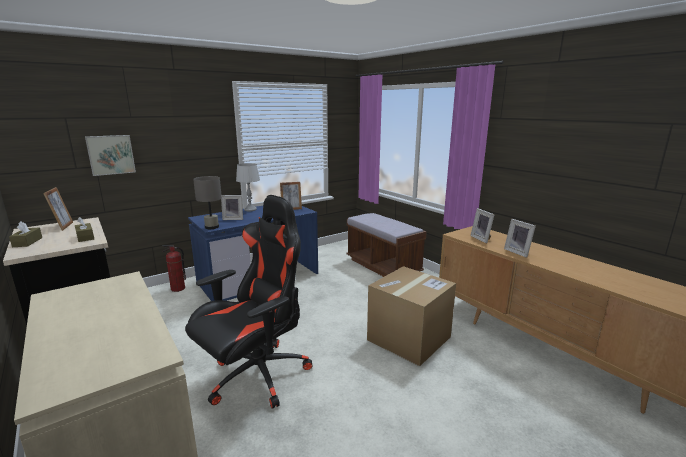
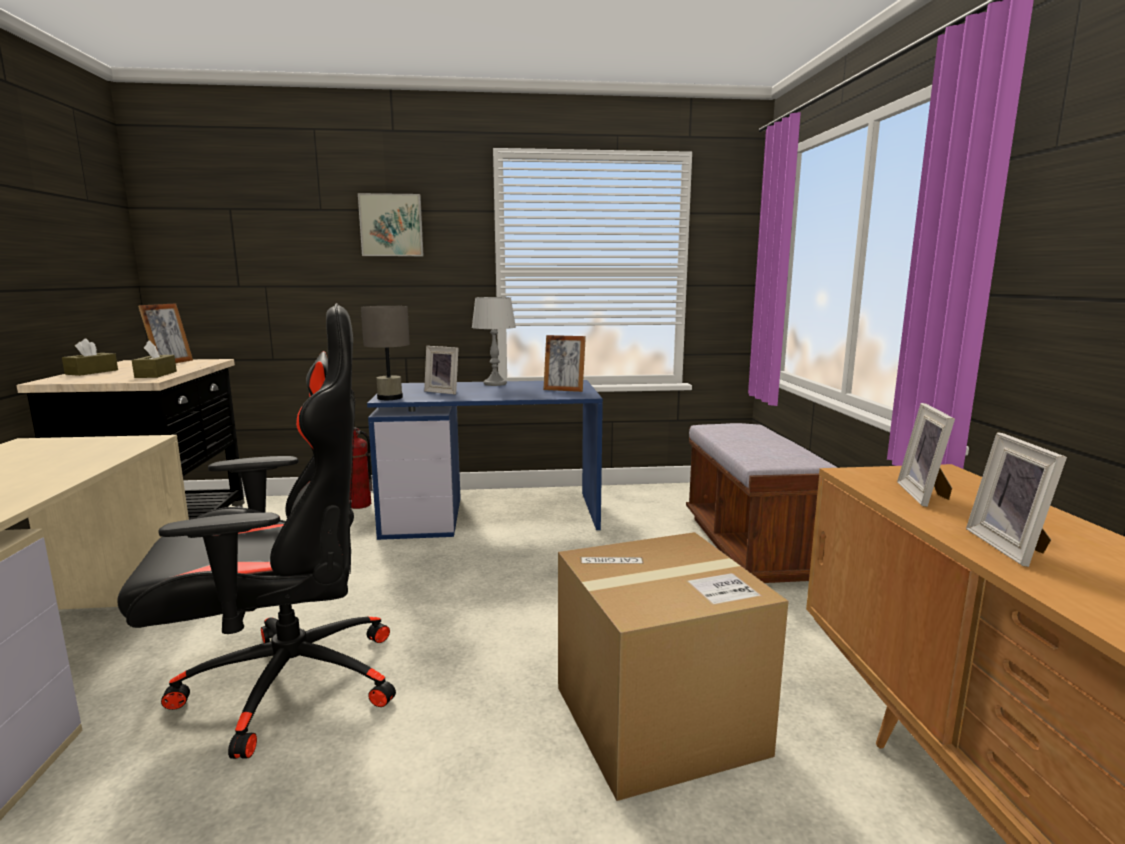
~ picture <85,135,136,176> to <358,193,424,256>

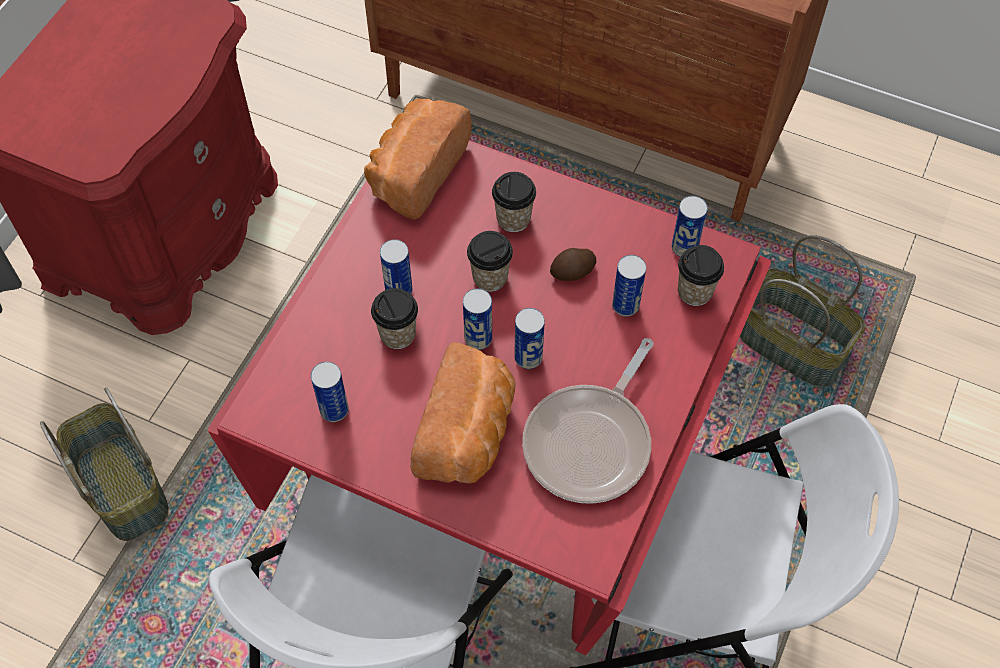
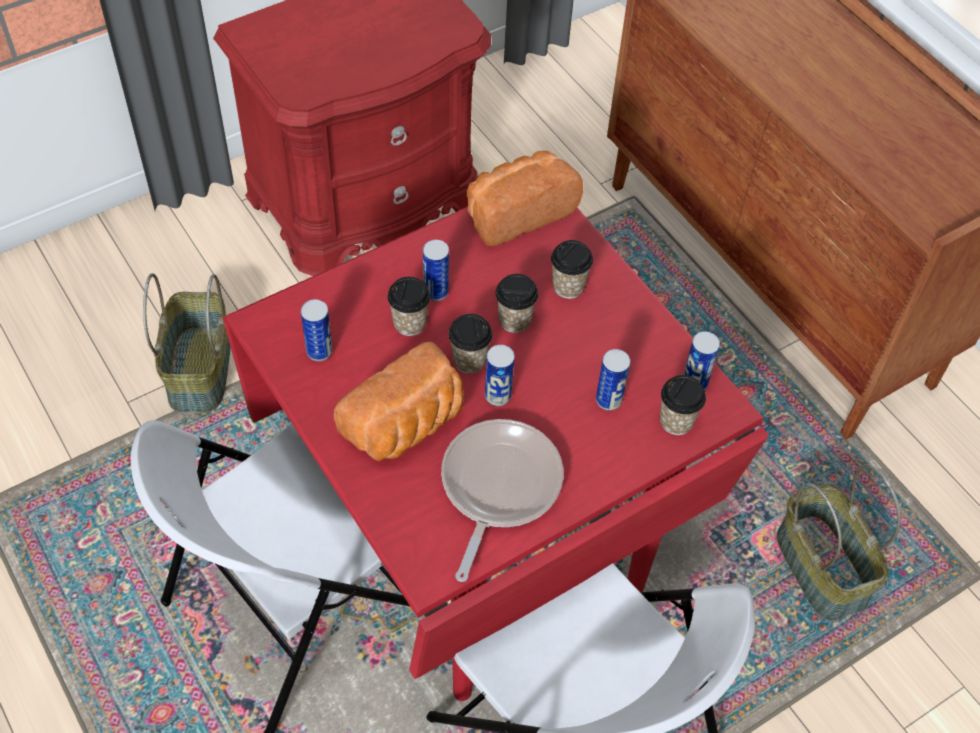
- potato <550,248,596,281>
~ can <463,288,492,350> to cup <448,314,492,373>
~ frying pan <522,338,654,504> = <441,419,563,582> 135 degrees clockwise

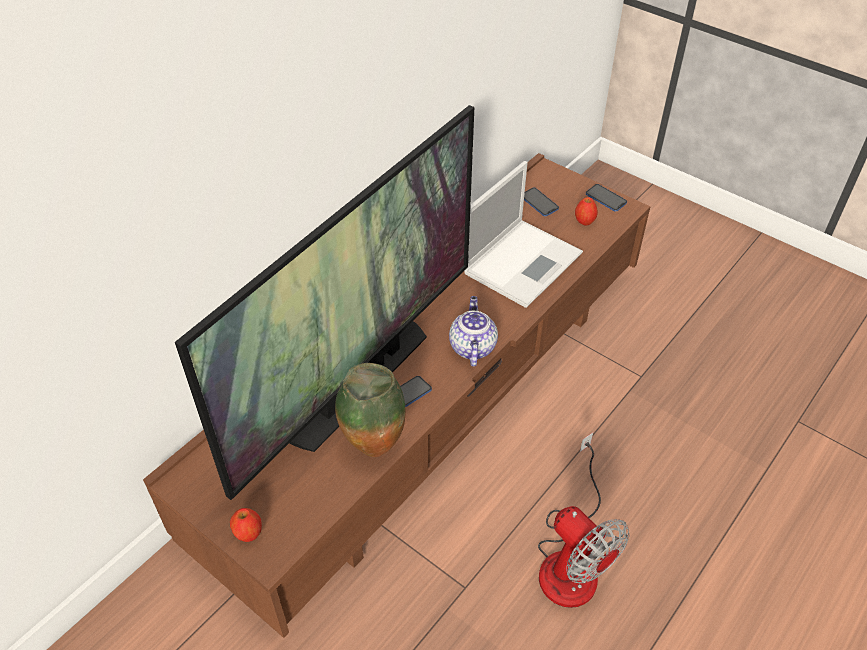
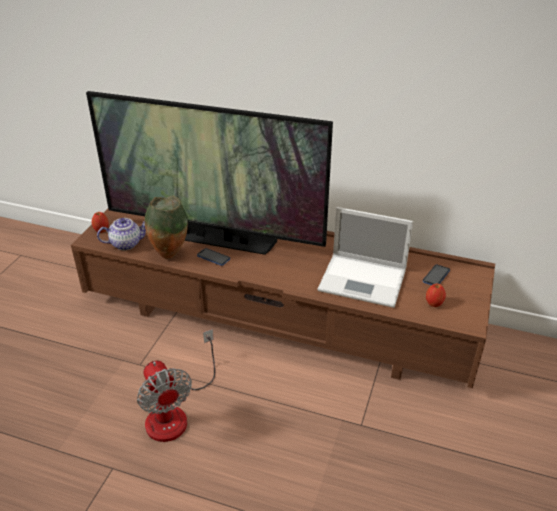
- phone <586,184,627,211>
~ teapot <449,296,498,367> to <97,218,146,250>
~ fan <538,432,629,608> = <137,329,215,442> 60 degrees counterclockwise

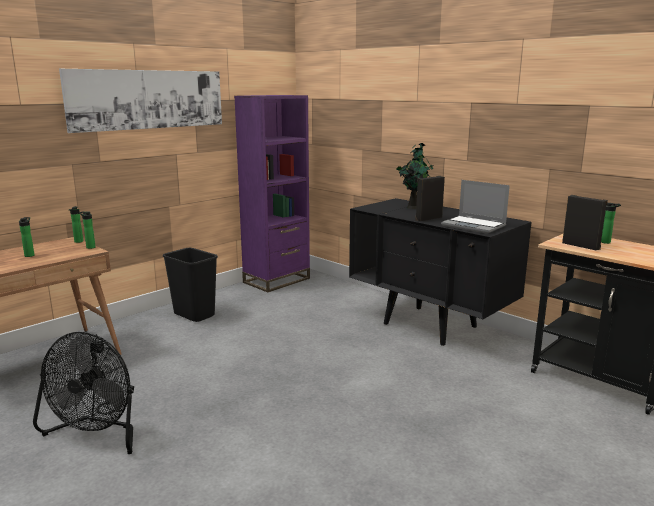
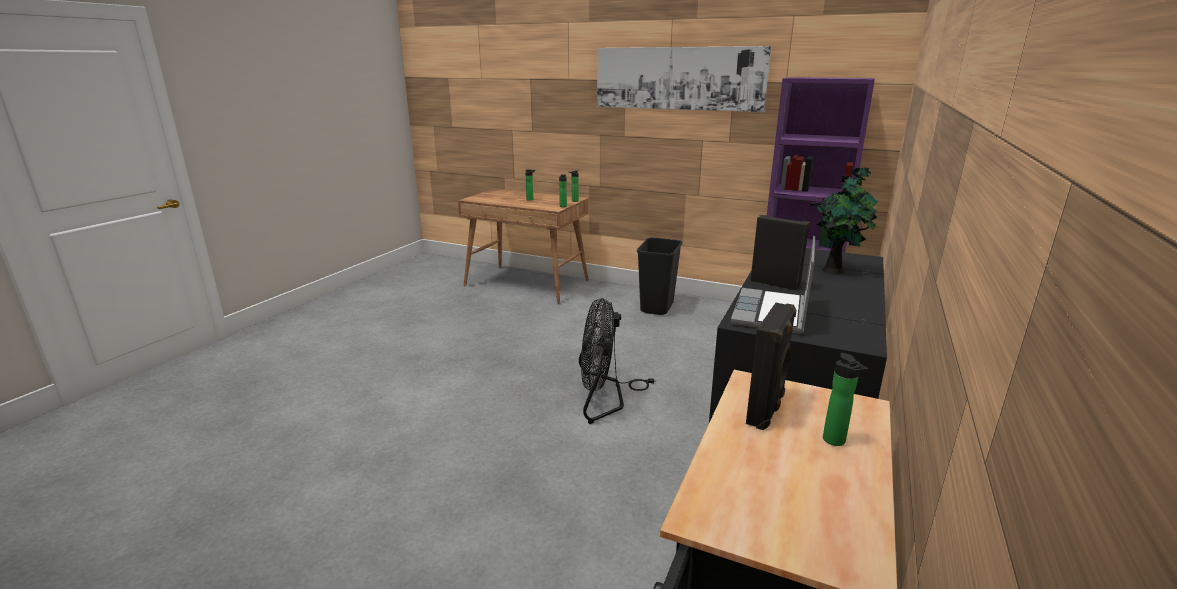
~ fan/black <33,332,134,454> to <579,298,656,424>

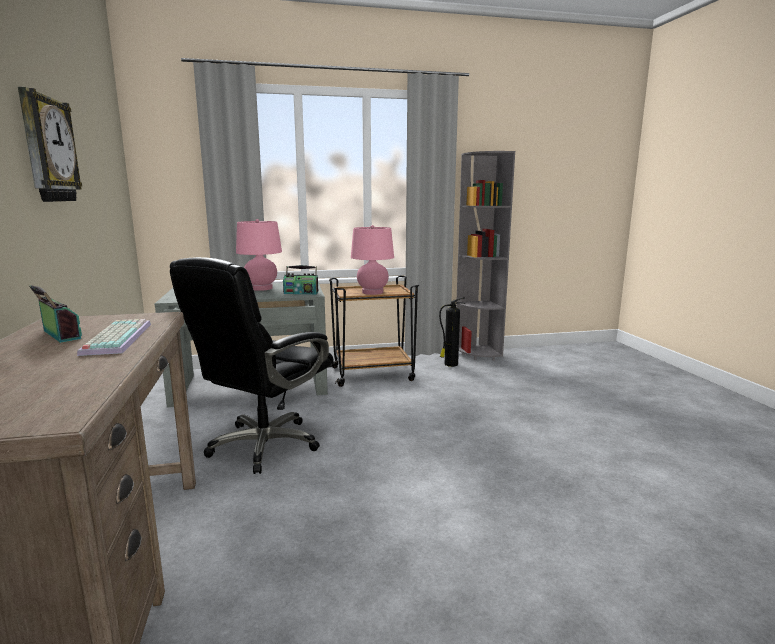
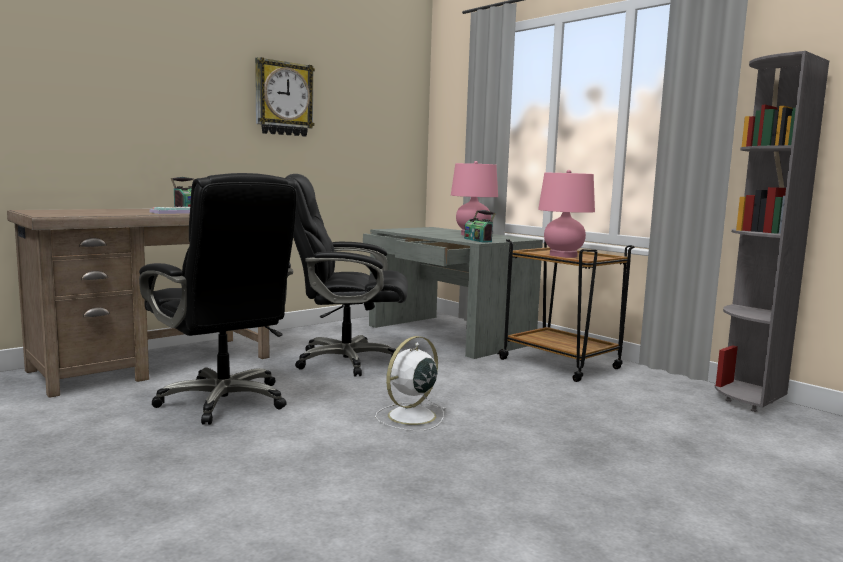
- fire extinguisher <439,297,465,367>
+ office chair/black <139,173,297,425>
+ fan/white <375,336,447,431>

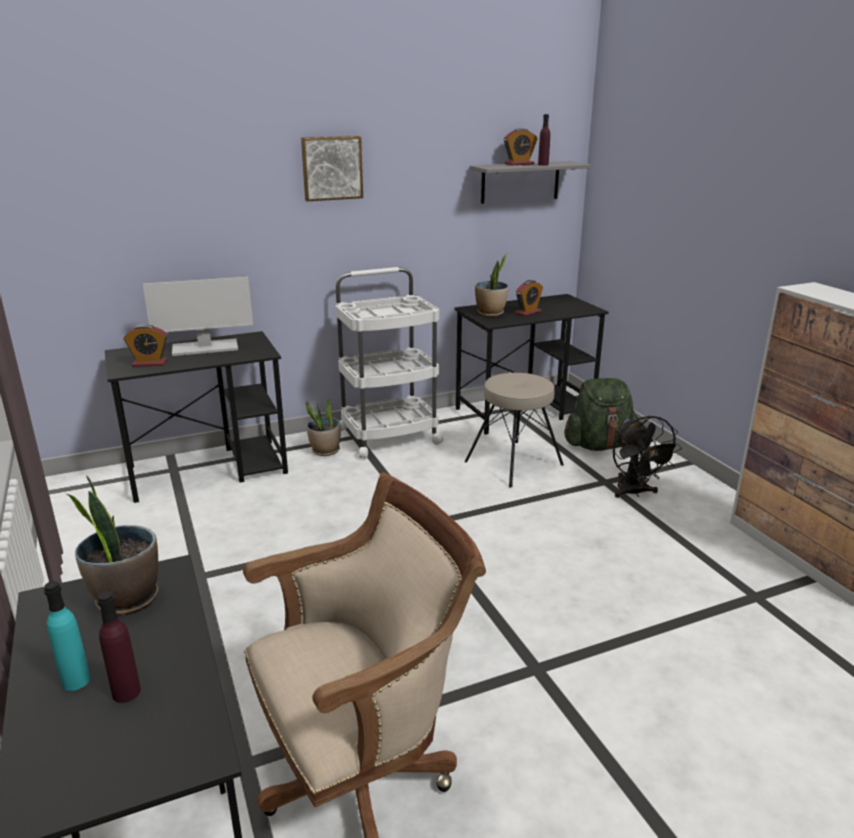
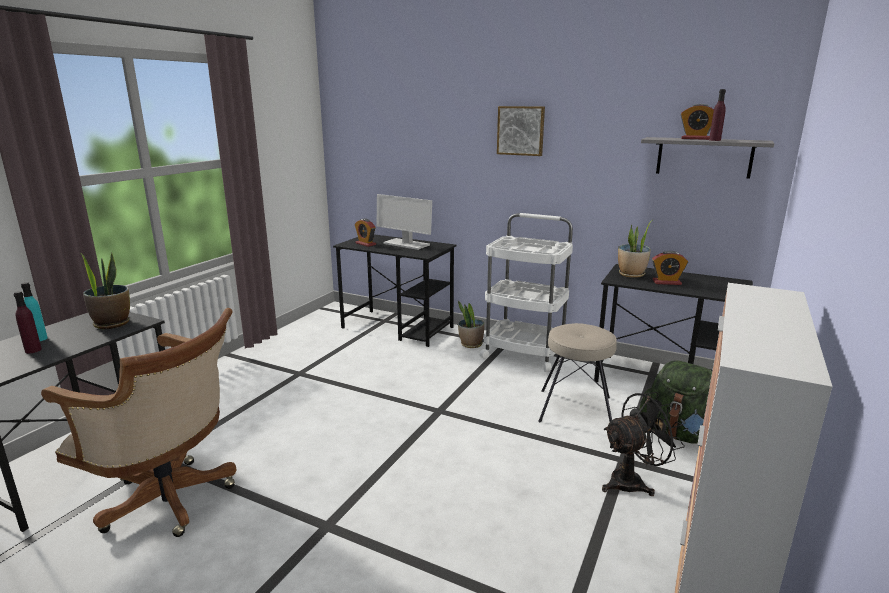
~ fan/black <613,415,682,498> = <602,392,685,496> 150 degrees counterclockwise

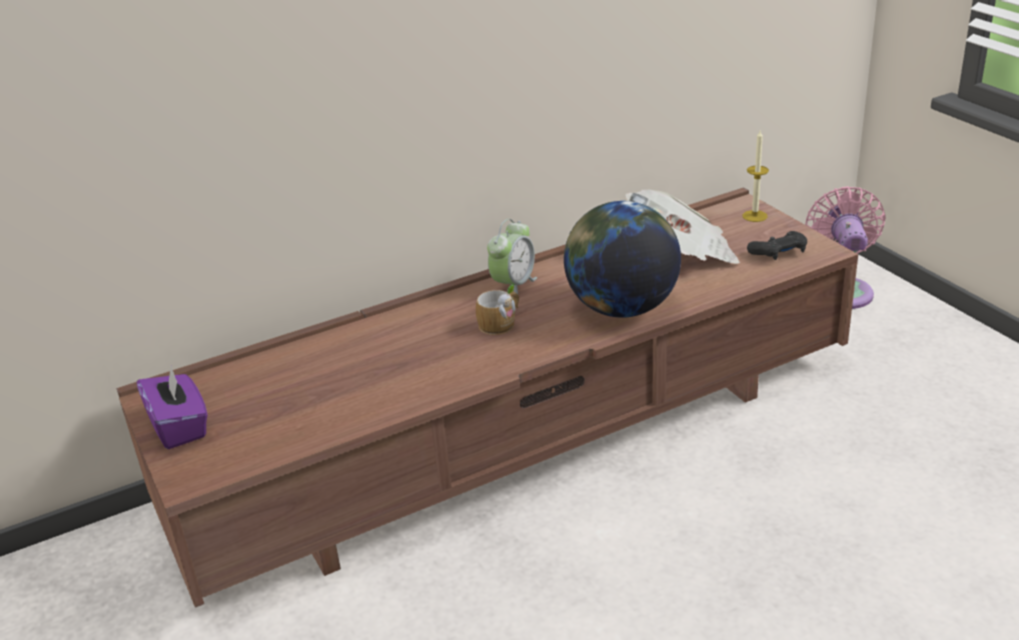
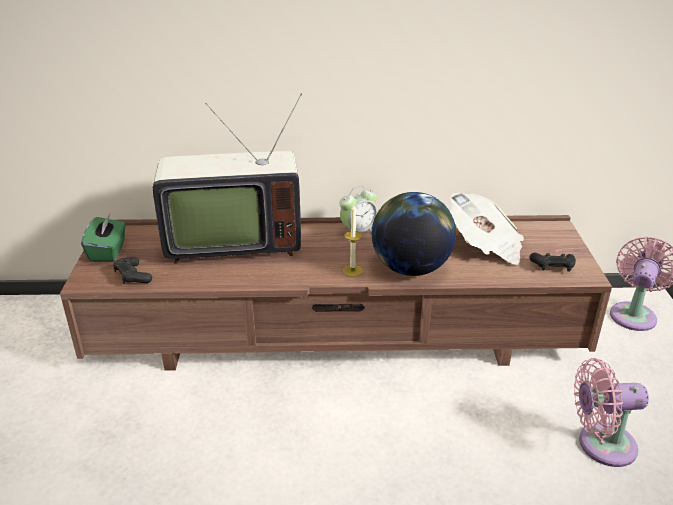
- mug <476,284,519,335>
+ game controller/black <113,257,152,284>
+ television <152,94,302,264>
+ fan/pink <574,358,649,467>
~ candle <742,131,769,222> to <343,205,363,277>
~ tissue box/purple <137,366,208,449> to tissue box/green <81,214,126,262>

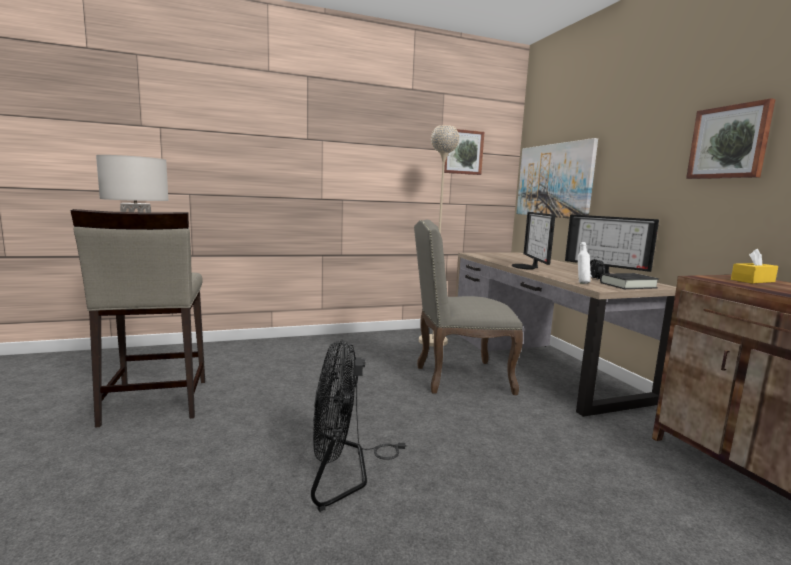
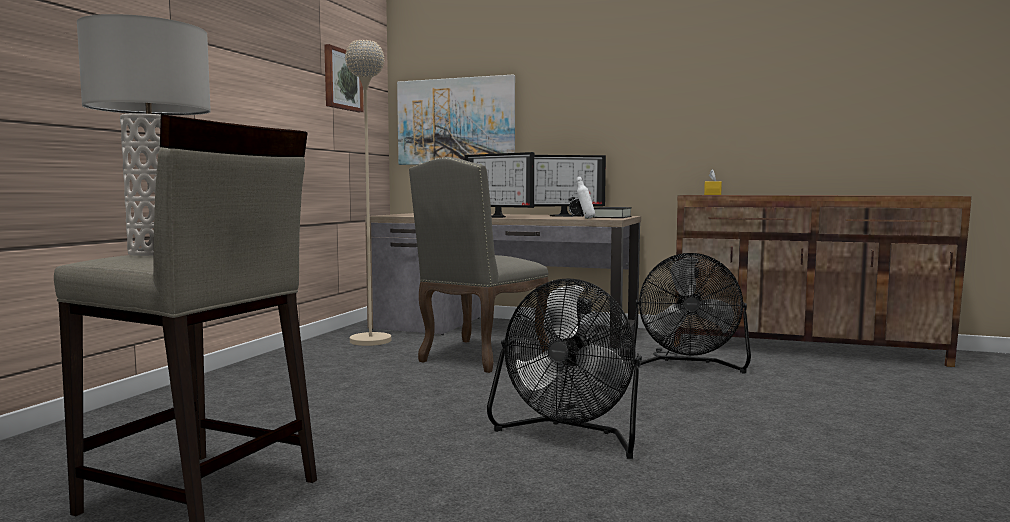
- picture <686,98,776,179>
+ fan/black <633,253,751,374>

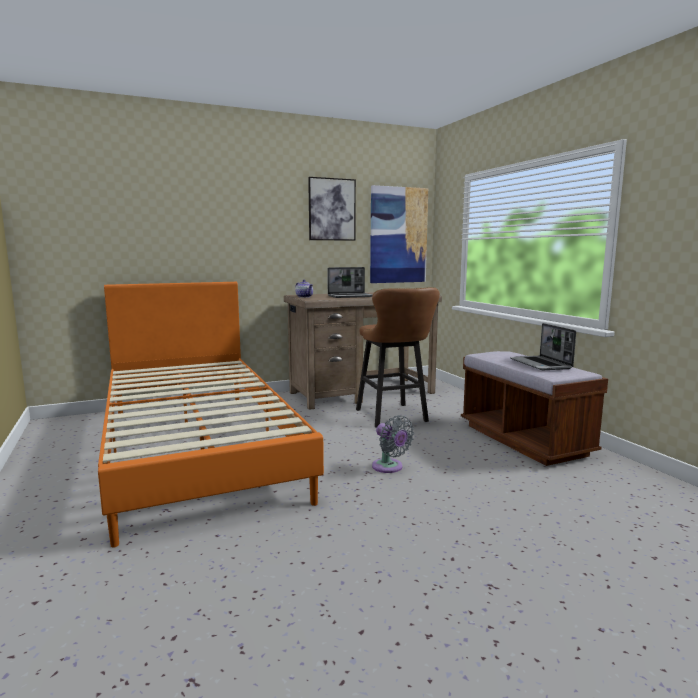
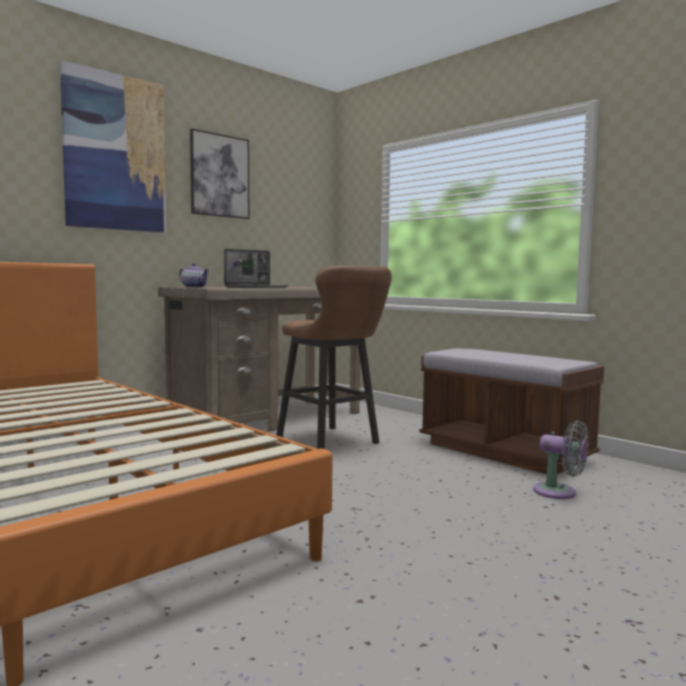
- laptop <510,323,576,370>
~ picture <370,185,428,283> to <60,61,166,233>
~ fan/grey <372,415,414,473> to <533,420,589,499>

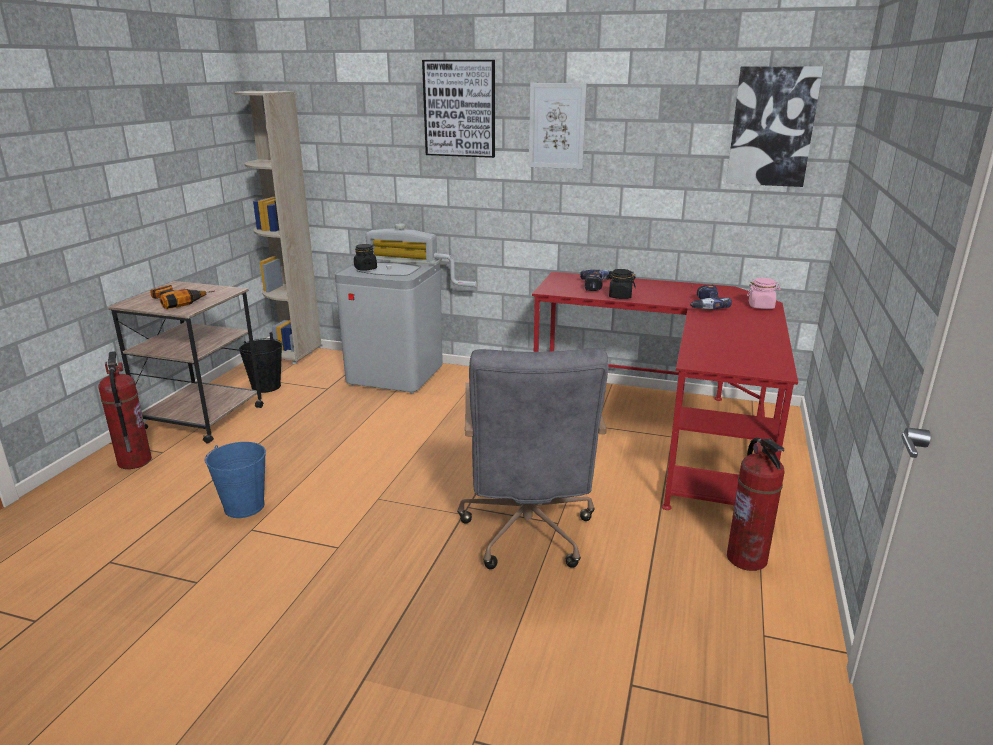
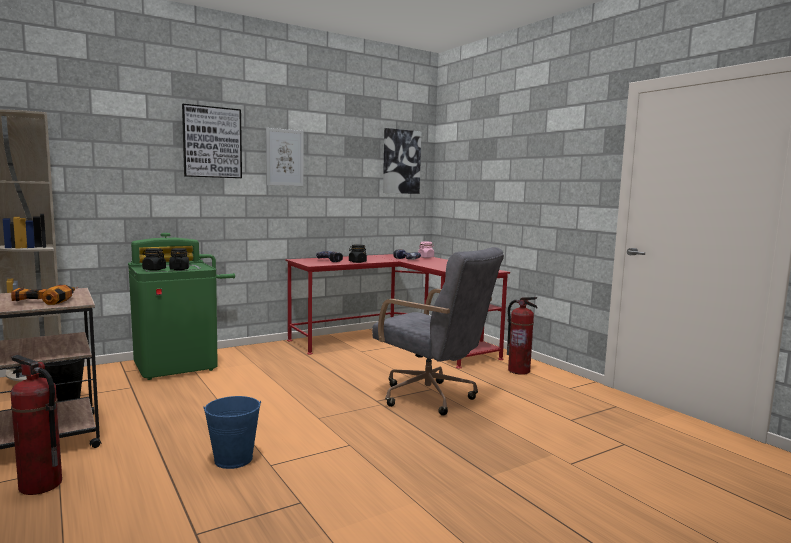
+ jar/black <169,248,189,270>
~ washing machine/grey <335,224,477,394> to washing machine/green <128,233,235,380>

